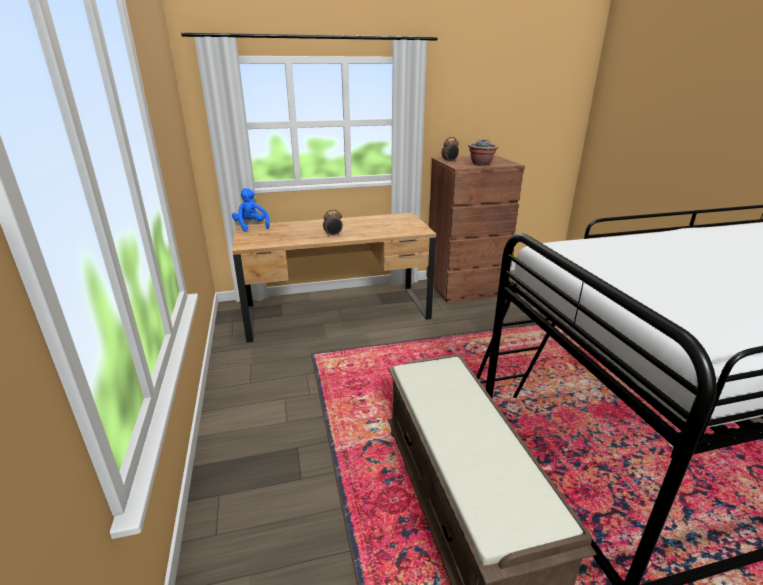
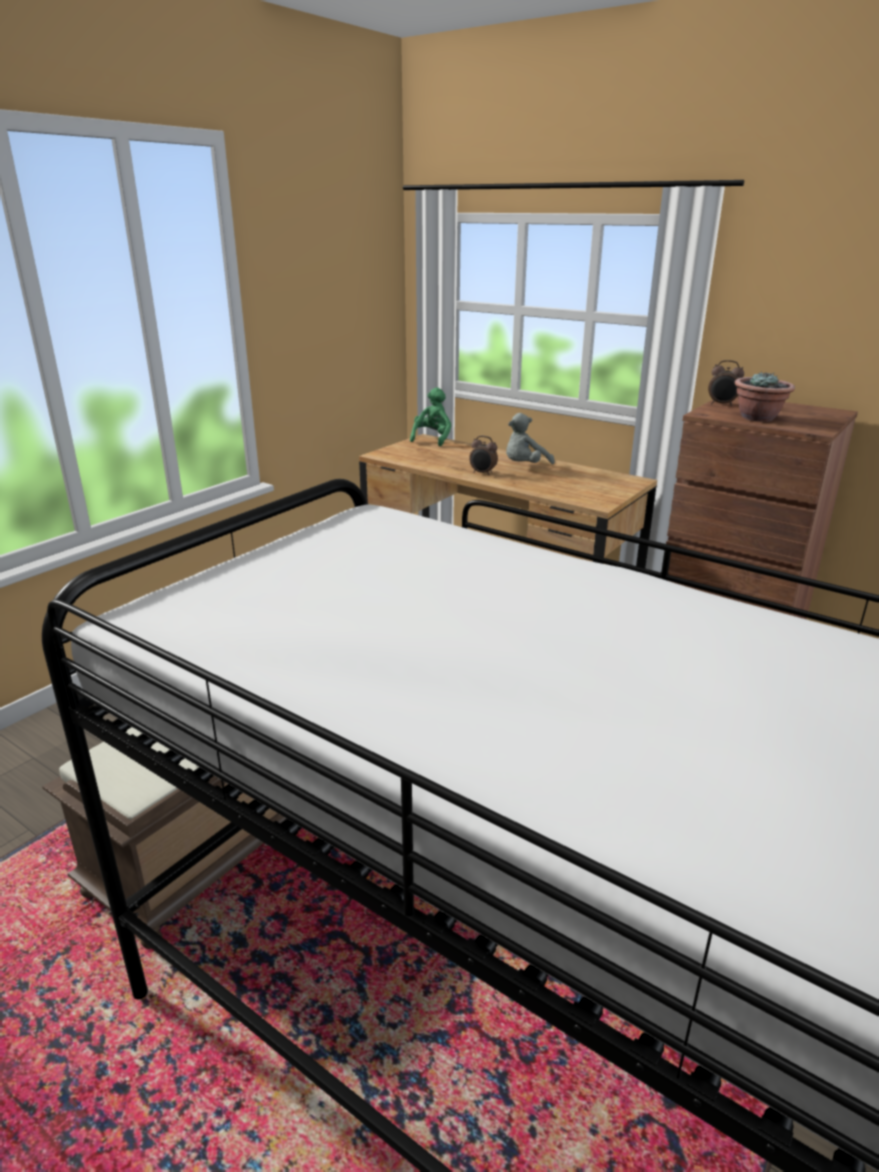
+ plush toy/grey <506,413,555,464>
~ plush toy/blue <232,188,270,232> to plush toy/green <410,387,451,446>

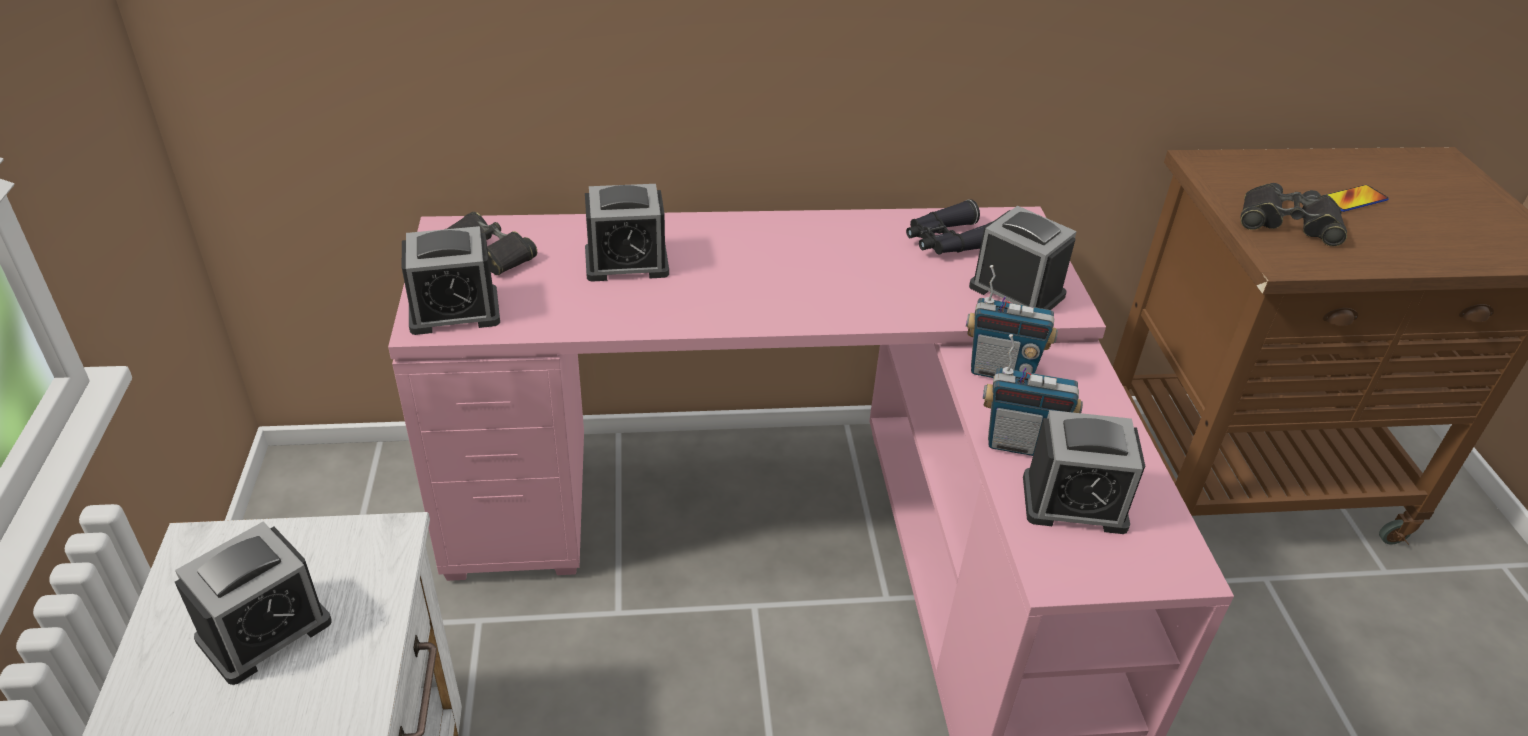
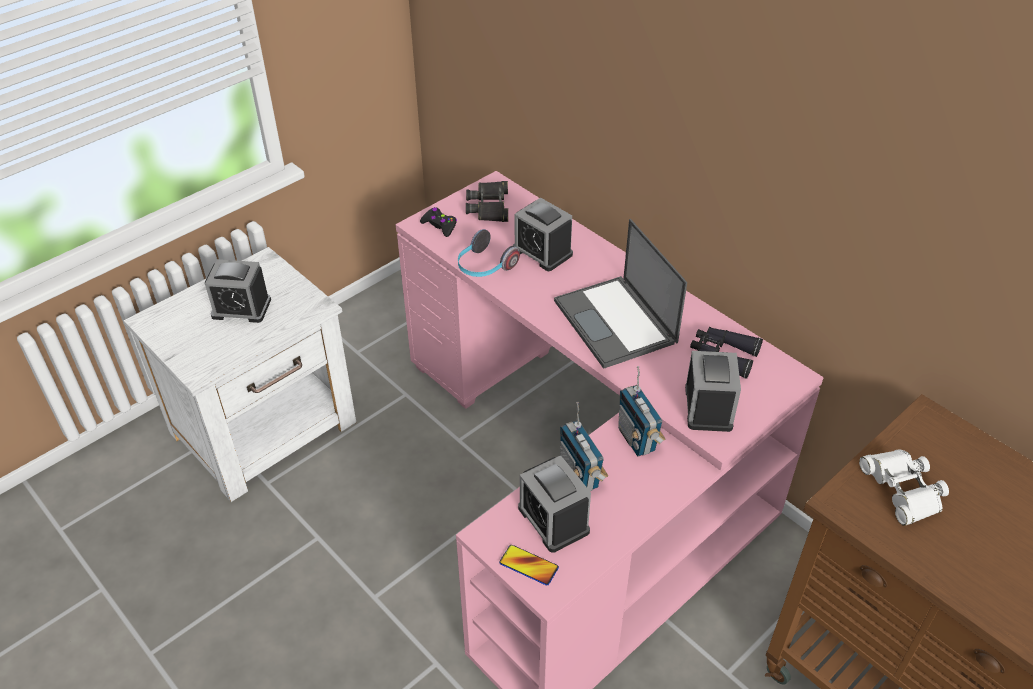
+ headphones <458,229,520,277>
+ laptop <554,219,687,369>
~ phone <1326,185,1389,212> to <499,545,559,586>
~ alarm clock <402,226,500,335> to game controller/black <420,207,457,237>
~ binoculars/black <1241,183,1347,246> to binoculars/white <859,449,949,526>

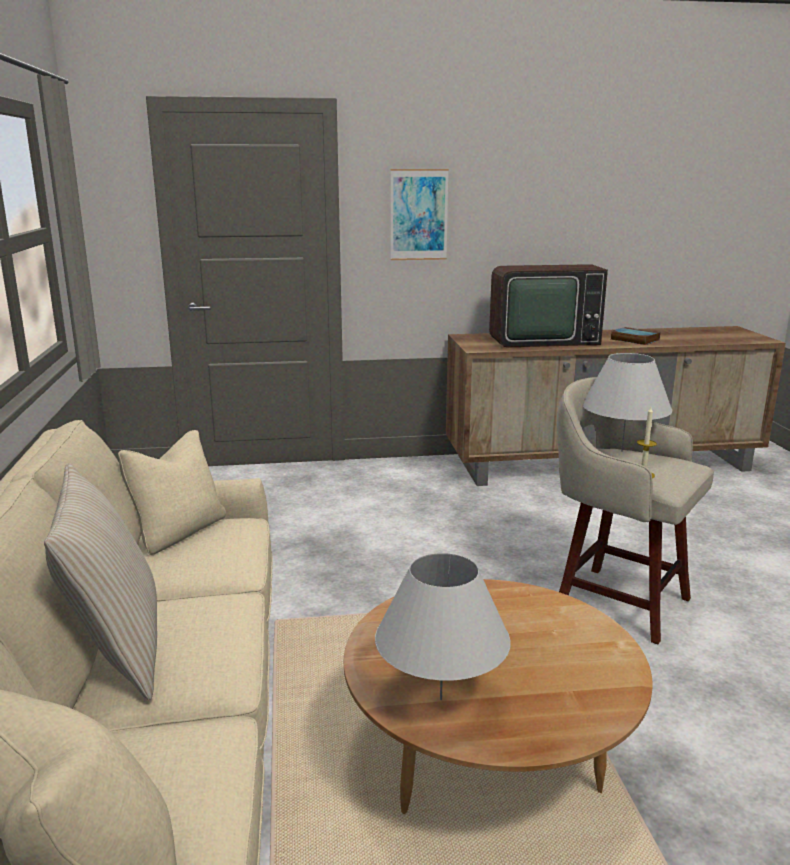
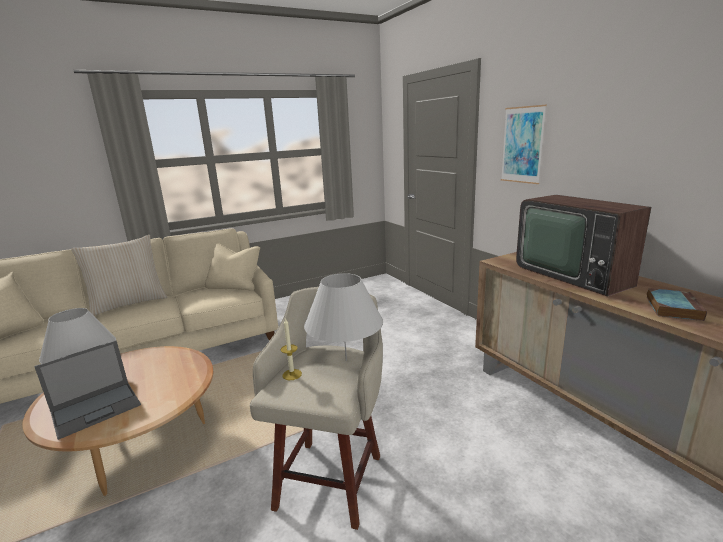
+ laptop <34,340,141,440>

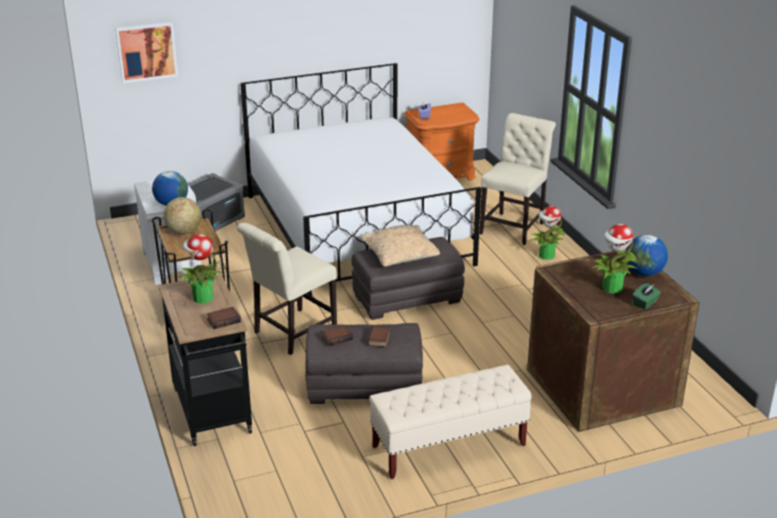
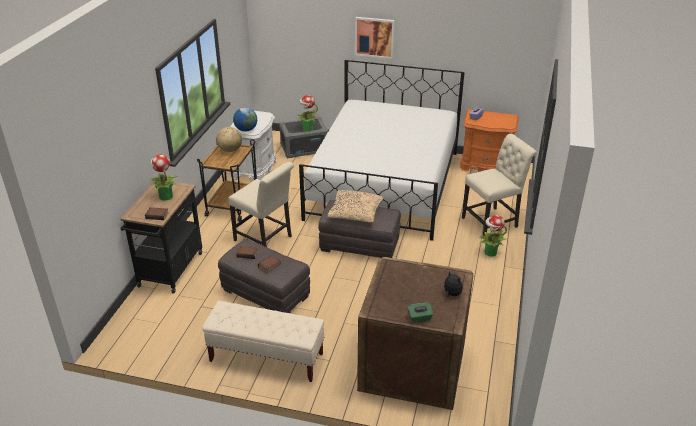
~ picture <115,22,178,83> to <355,17,395,59>
~ potted plant <592,224,638,293> to <296,95,319,132>
~ globe <625,235,668,276> to plush toy <441,271,463,298>
~ chair/beige <237,223,337,355> = <228,162,294,247> 135 degrees counterclockwise

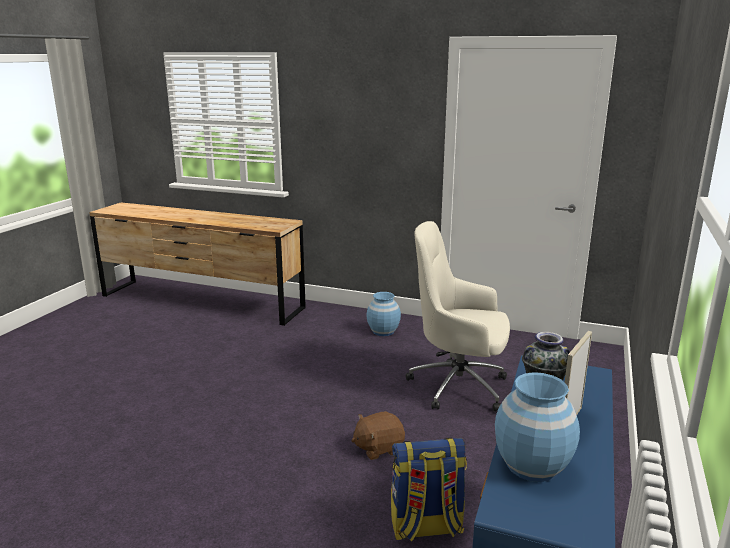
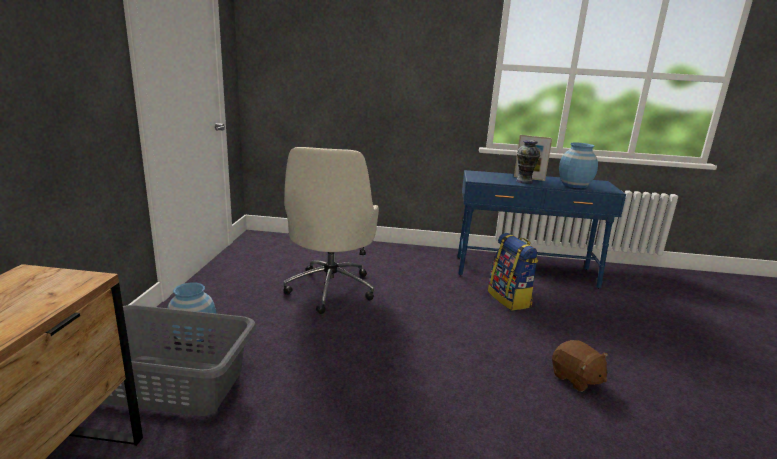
+ laundry basket/grey <101,305,257,416>
~ plush toy/brown <352,411,405,460> to <552,340,608,392>

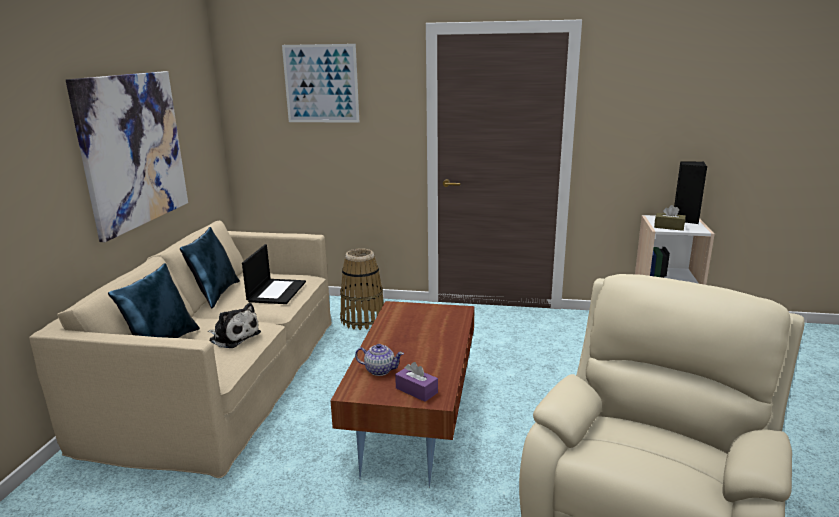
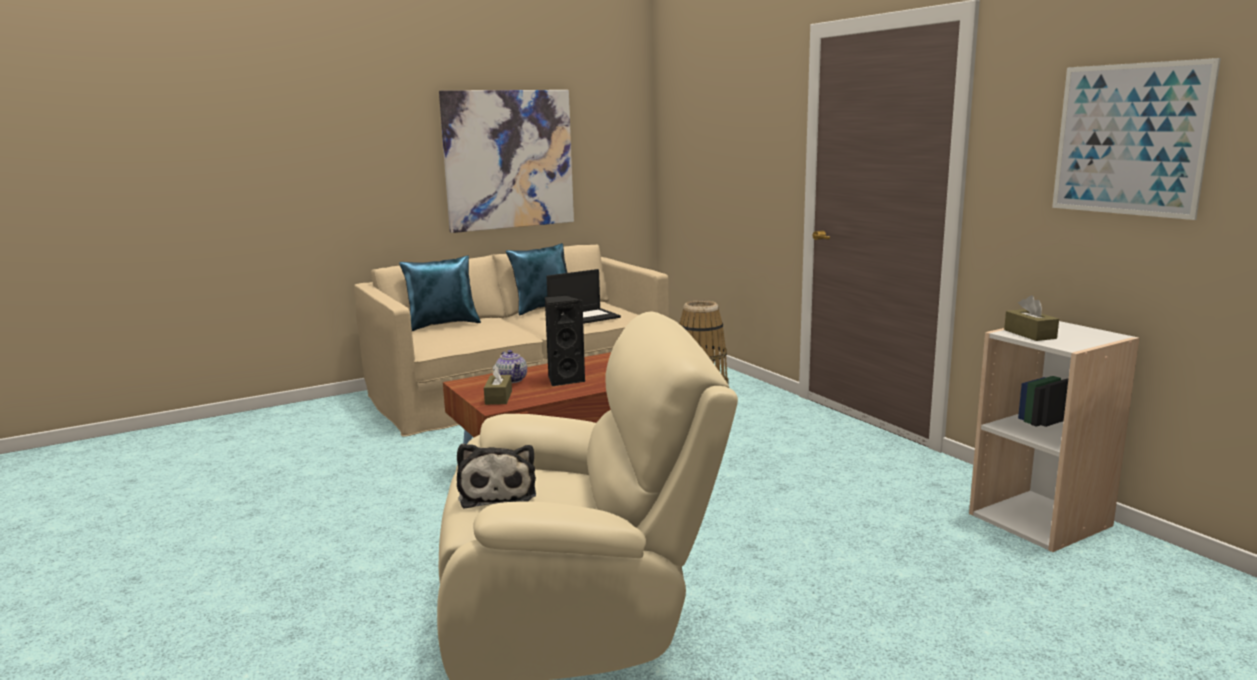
~ plush toy <208,303,261,348> to <457,443,536,508>
~ picture <282,44,359,123> to <1052,58,1221,220>
~ speaker/black <674,162,707,224> to <545,294,585,387>
~ tissue box/purple <395,362,438,402> to tissue box/brown <484,365,512,405>

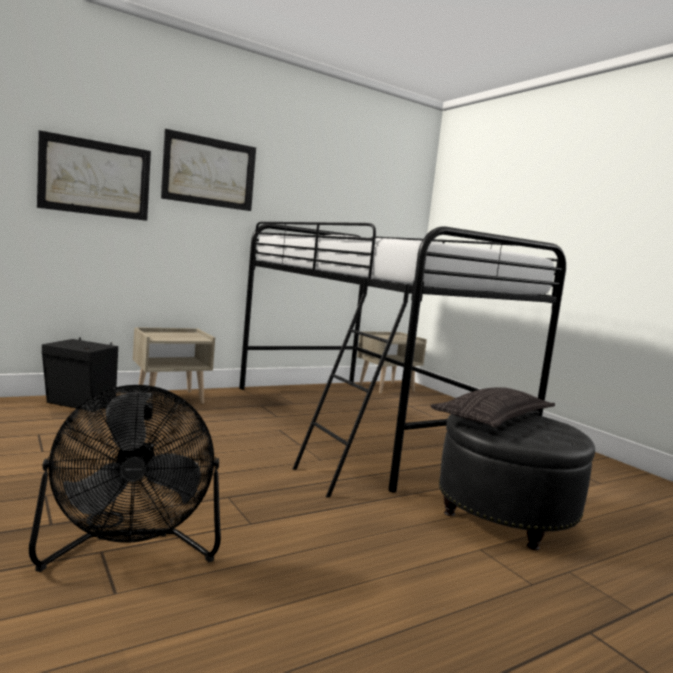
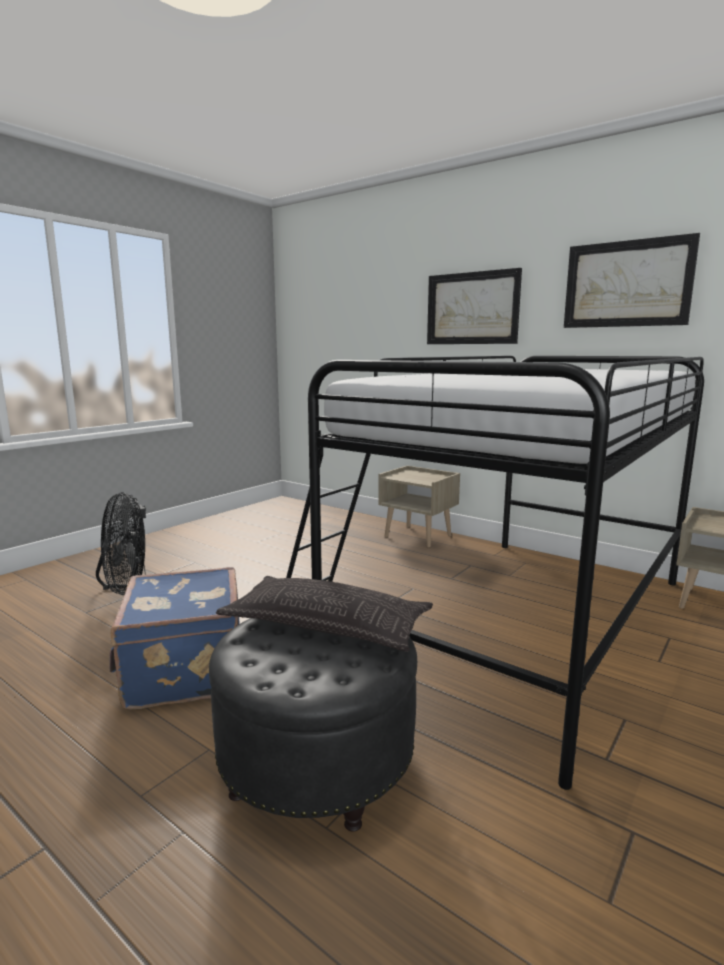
- speaker/black <42,337,118,412>
+ suitcase/blue <109,567,240,709>
~ picture <37,130,151,221> to <564,233,700,328>

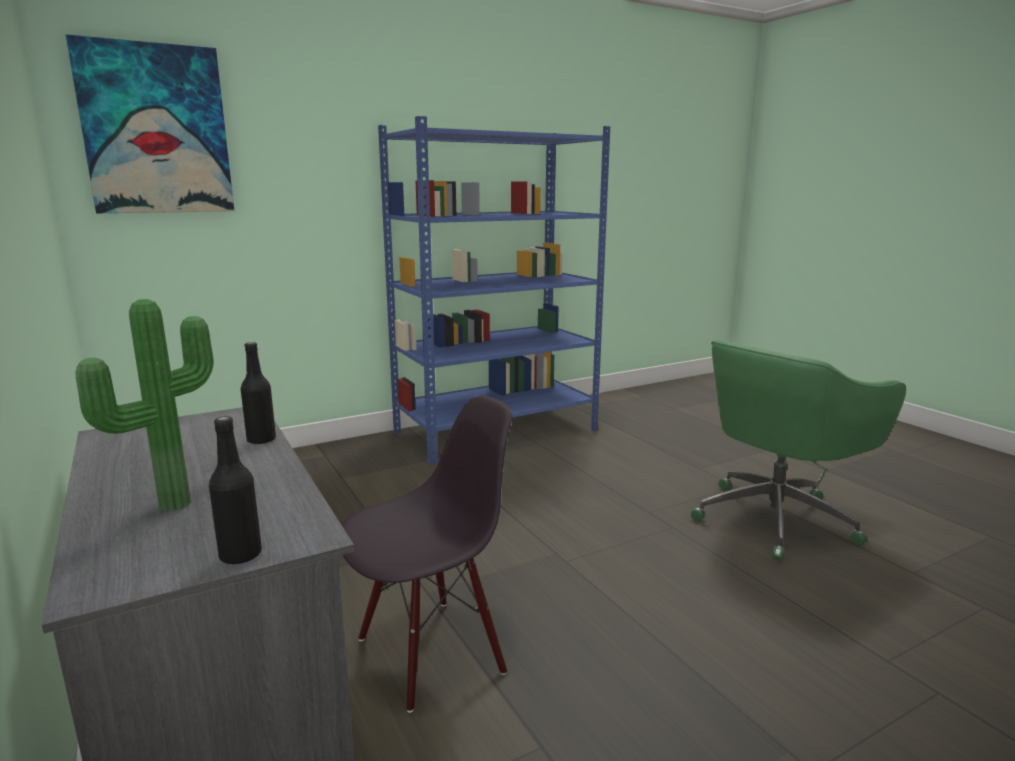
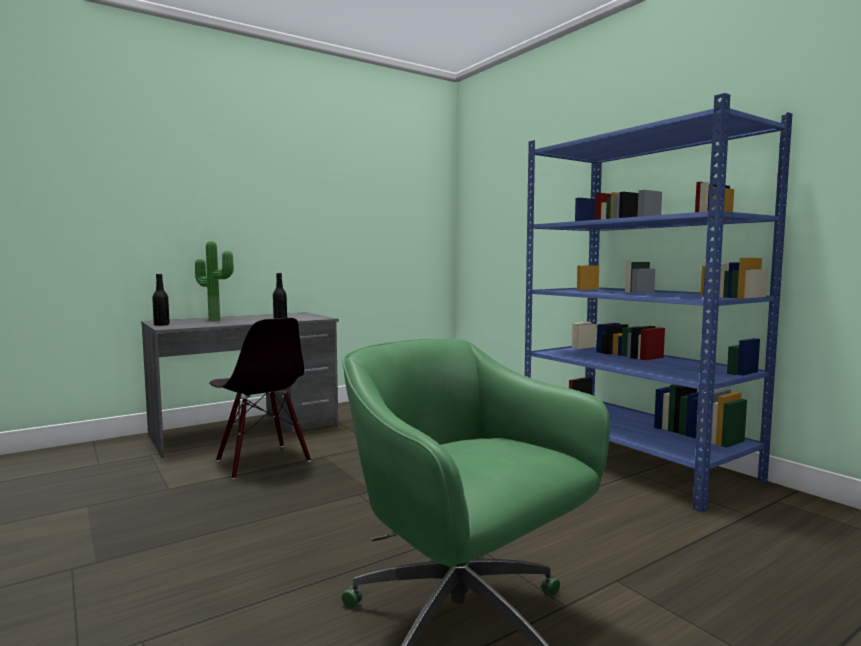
- picture <66,34,234,213>

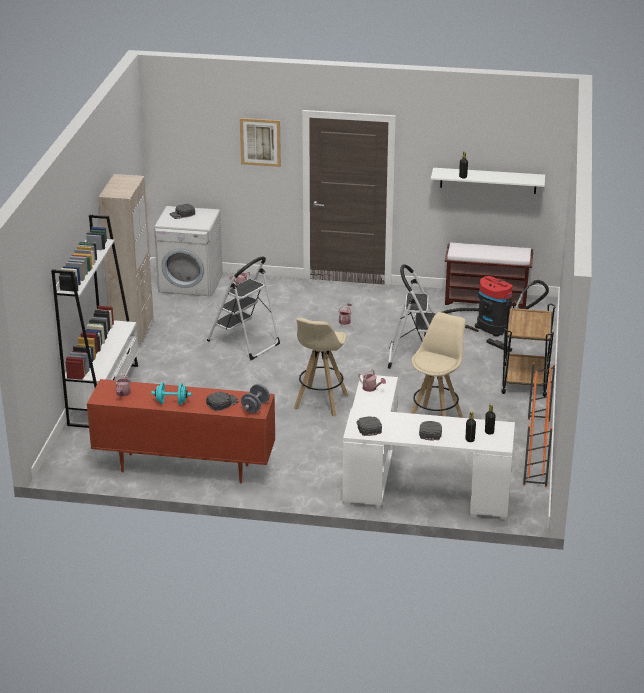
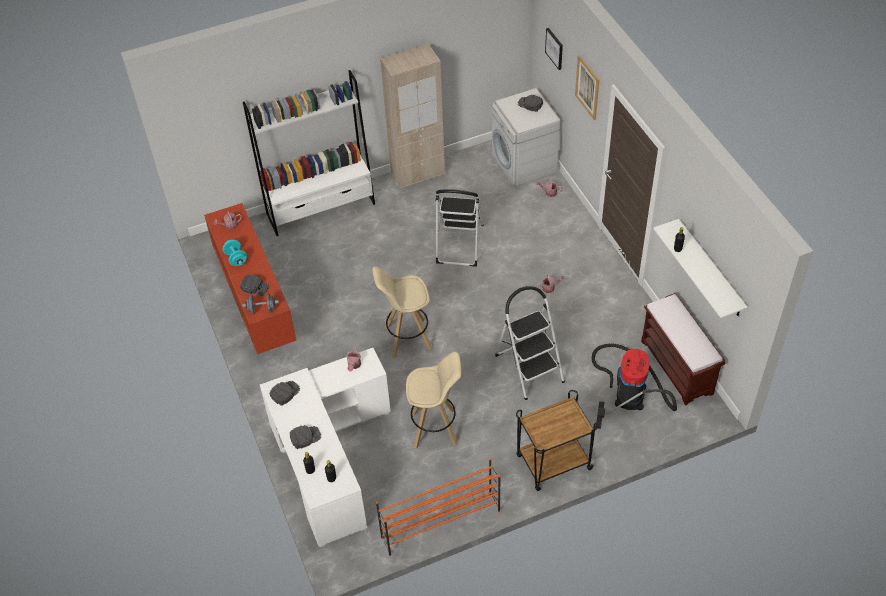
+ picture <545,28,563,70>

